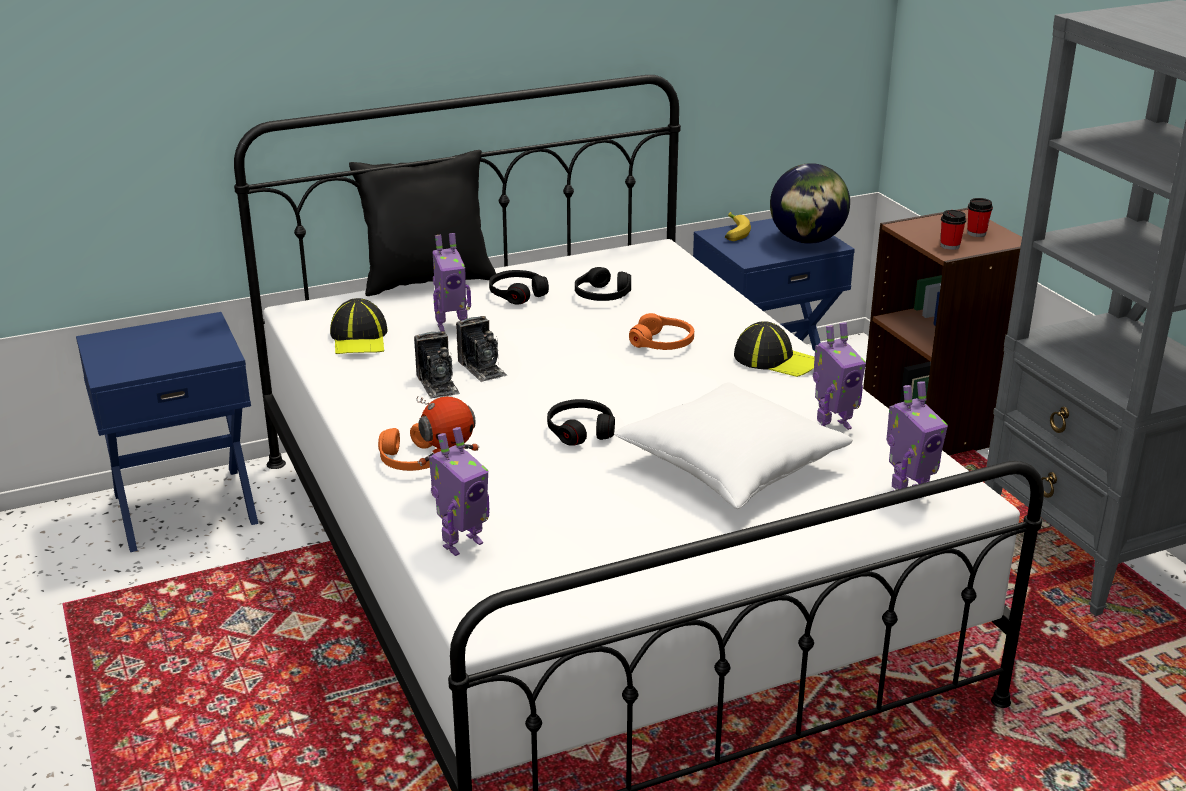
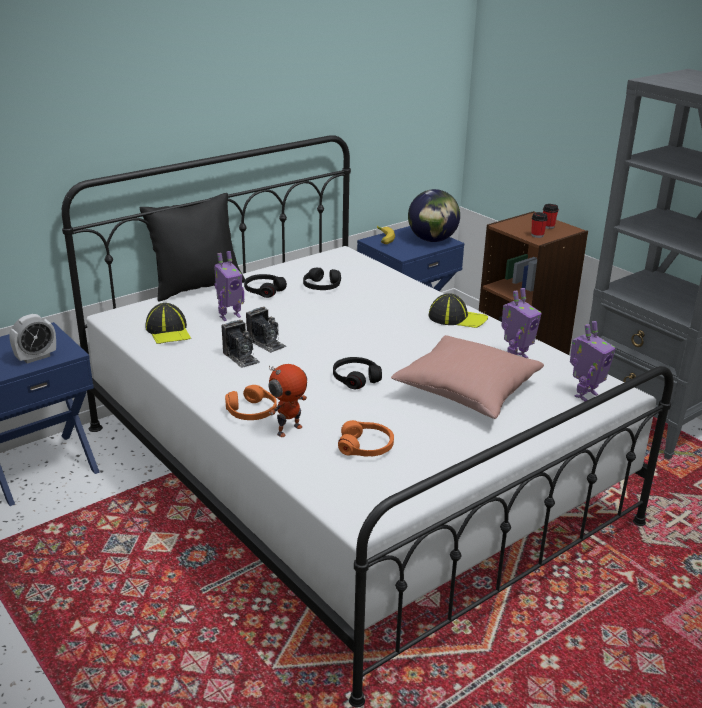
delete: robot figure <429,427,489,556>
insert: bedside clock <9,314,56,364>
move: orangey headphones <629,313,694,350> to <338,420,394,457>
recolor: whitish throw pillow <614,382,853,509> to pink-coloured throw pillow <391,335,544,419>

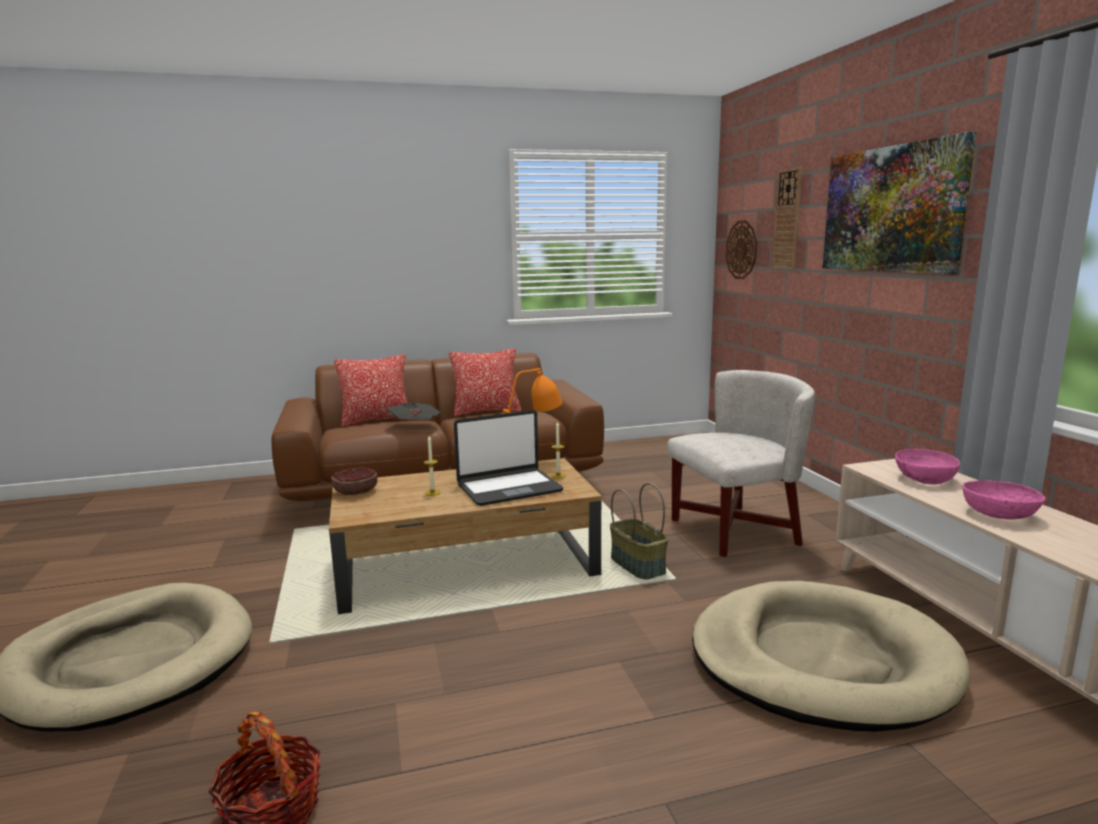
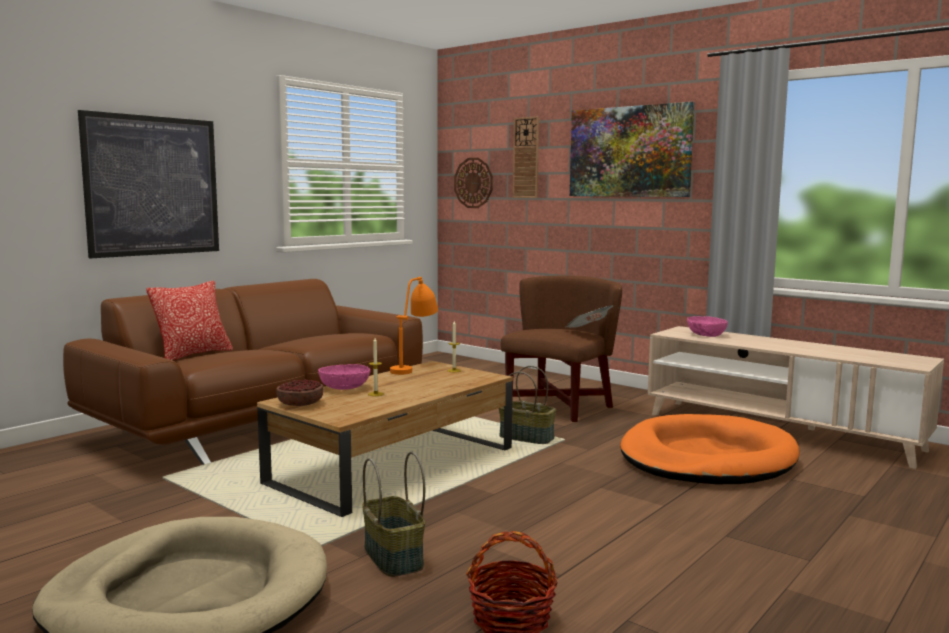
delete: throw pillow <449,348,521,416>; laptop <454,410,563,506>
insert: wall art <78,110,219,258>; household basket <362,452,425,577>
move: pink-coloured serving bowl <963,480,1045,520> to <318,364,370,390>; newspaper <386,402,440,420> to <565,305,614,328>
recolor: whitish armchair <667,370,815,557> to brown armchair <501,275,622,422>; beige dog bed <692,581,970,732> to orangey dog bed <620,414,799,484>

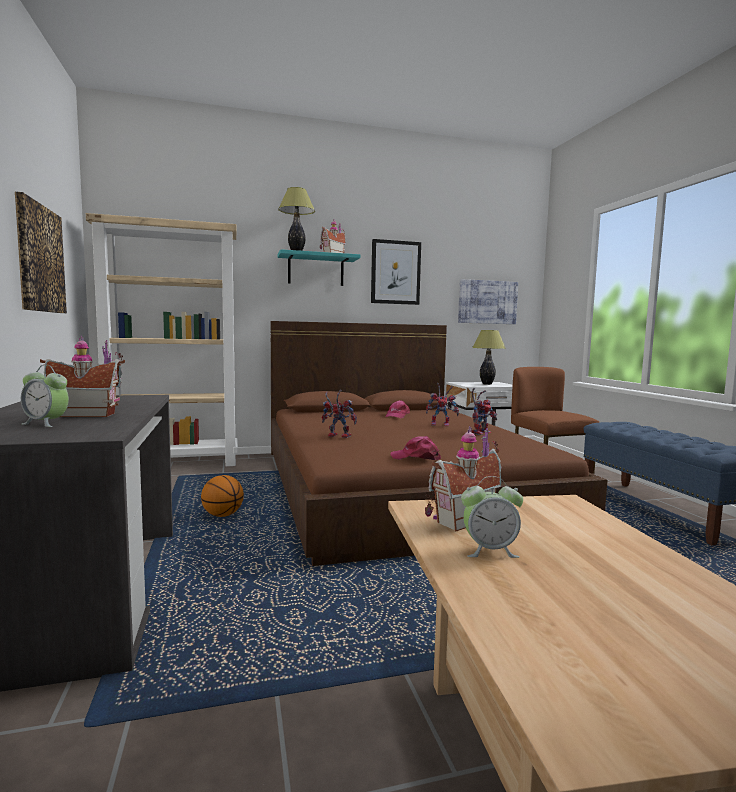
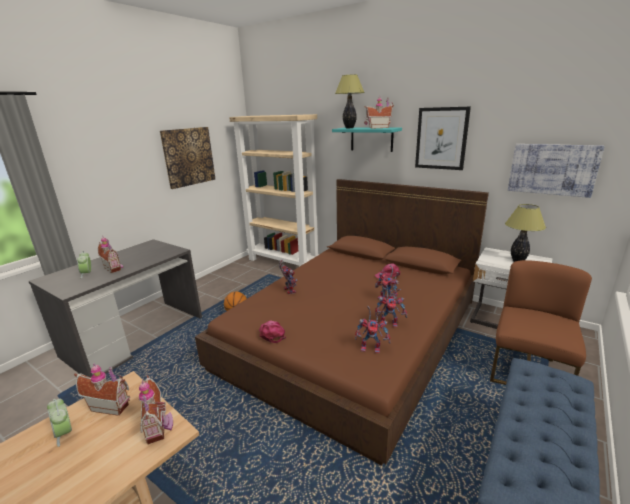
insert: miniature house <139,375,173,445>; robot figure <355,306,390,353>

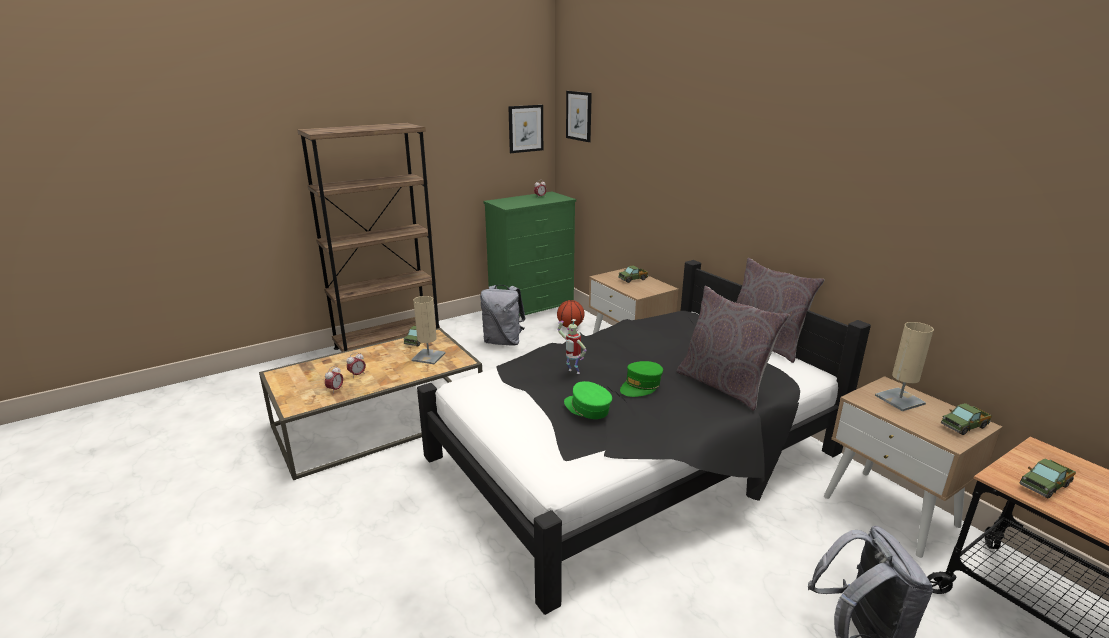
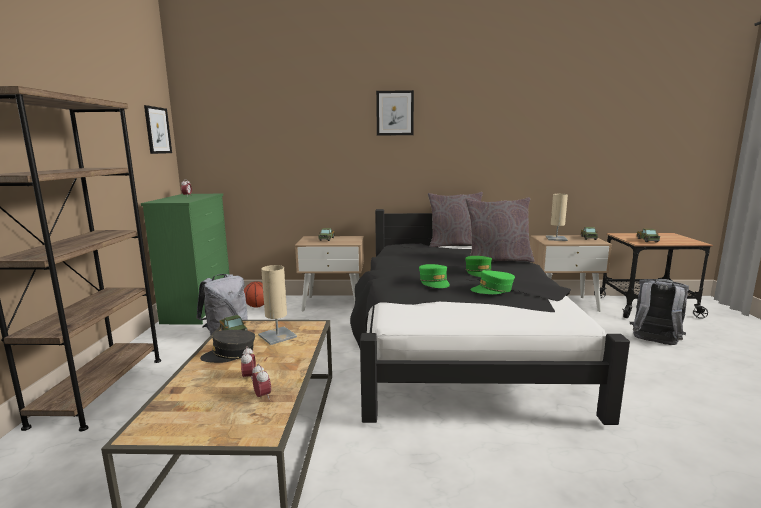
insert: grey peaked cap <200,330,255,363>
move: wall art <566,91,592,142> to <376,90,414,136>
replace: robot figure <557,319,587,374> to green peaked cap <419,264,450,288>

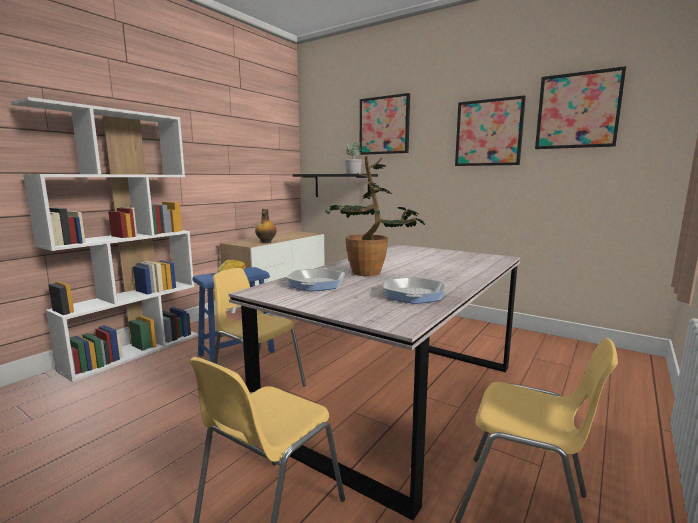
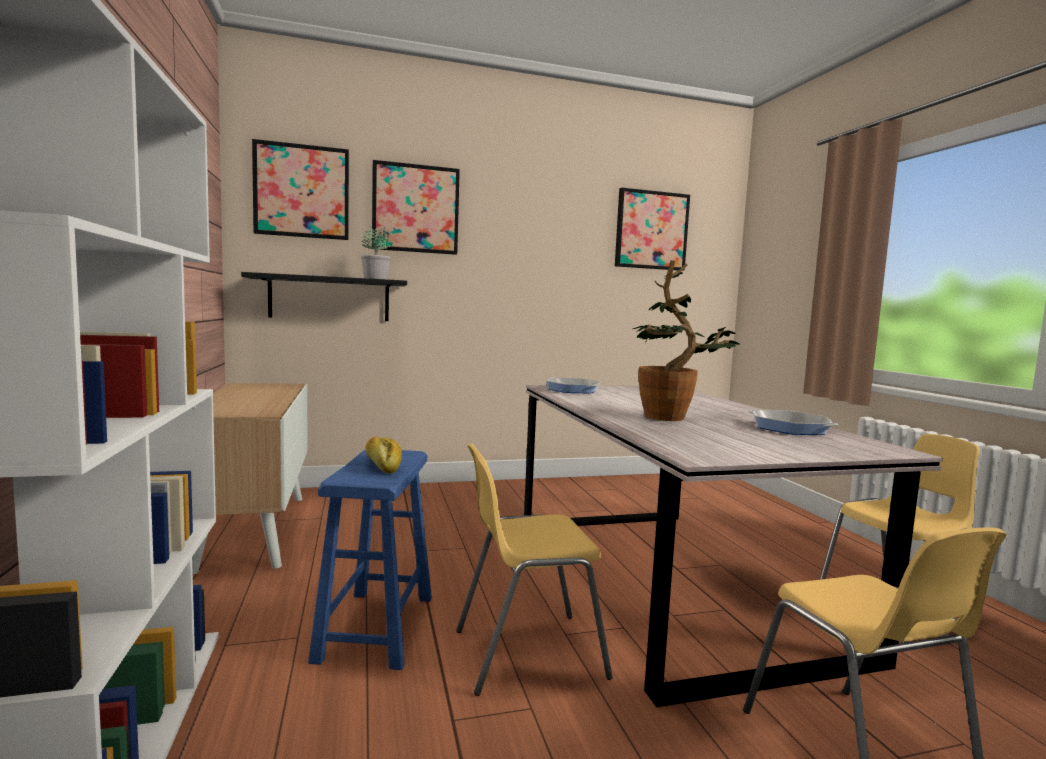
delete: beverage bottle <255,209,276,243>
move: wall art <455,95,526,166> to <252,139,349,240>; pan <286,268,345,291> to <546,378,601,393>

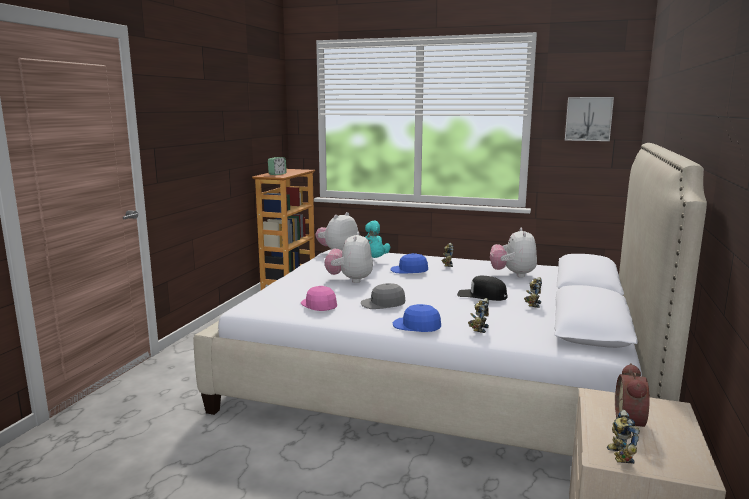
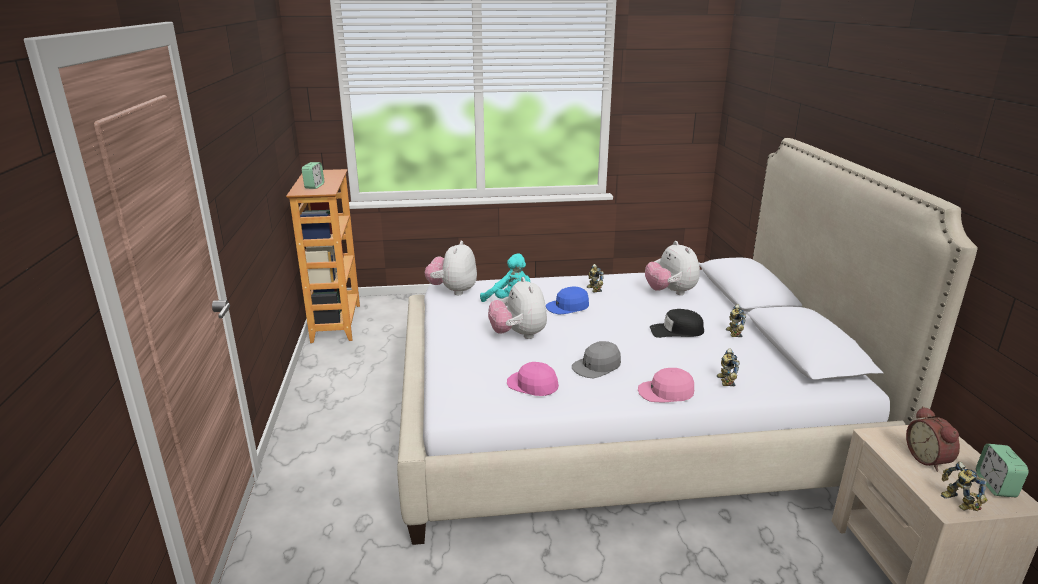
delete: wall art <565,97,614,141>
insert: bedside clock <976,444,1029,497>
recolor: blue peaked cap <392,304,441,332> to pink-coloured peaked cap <638,368,694,402>

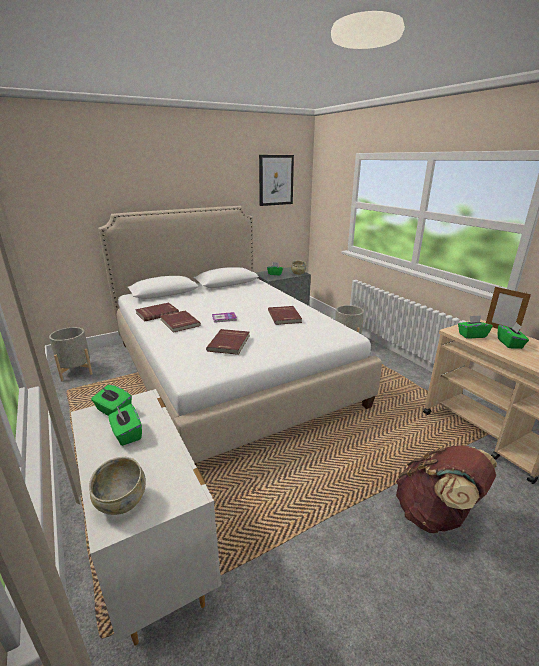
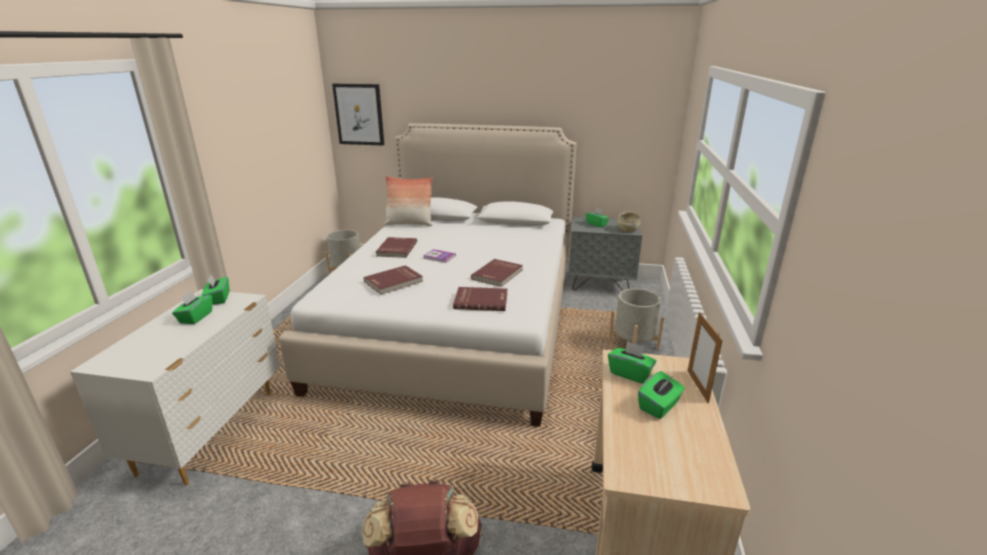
delete: beige serving bowl <89,457,146,515>
insert: throw pillow <384,176,433,226>
move: wall art <259,155,294,206> to <332,84,384,146>; red book <135,302,179,322> to <453,287,507,311>

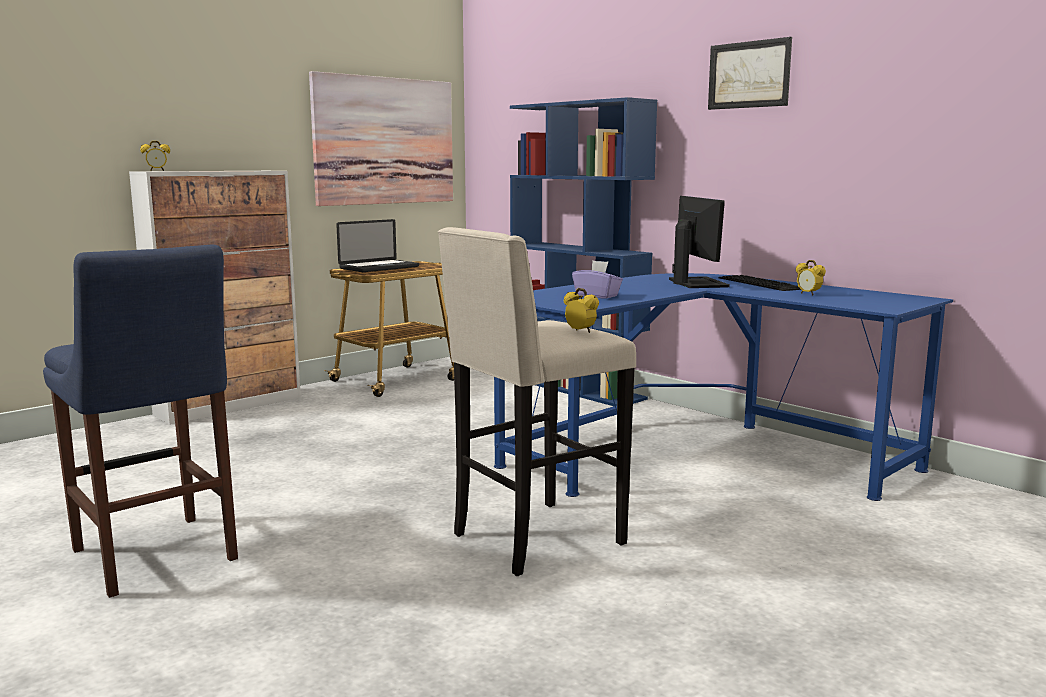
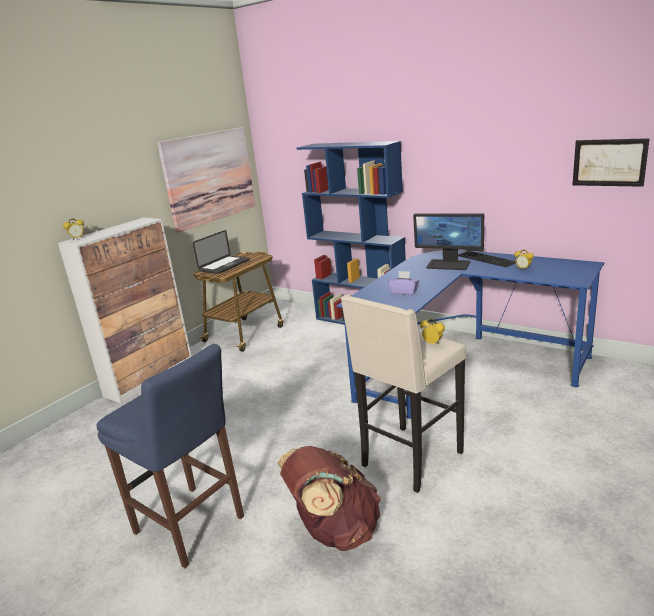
insert: brown knapsack <278,446,381,551>
move: wall art <708,37,792,110> to <572,138,650,187>
rotate: computer display <669,196,730,288> = <413,214,484,270> 135 degrees clockwise

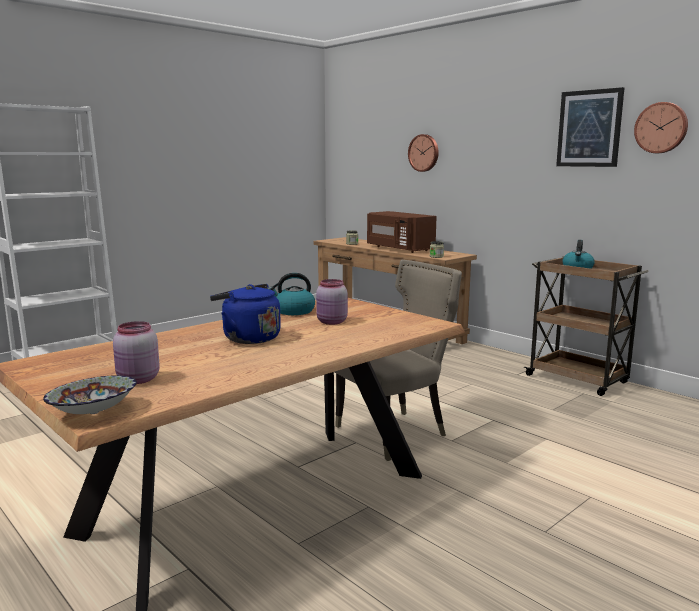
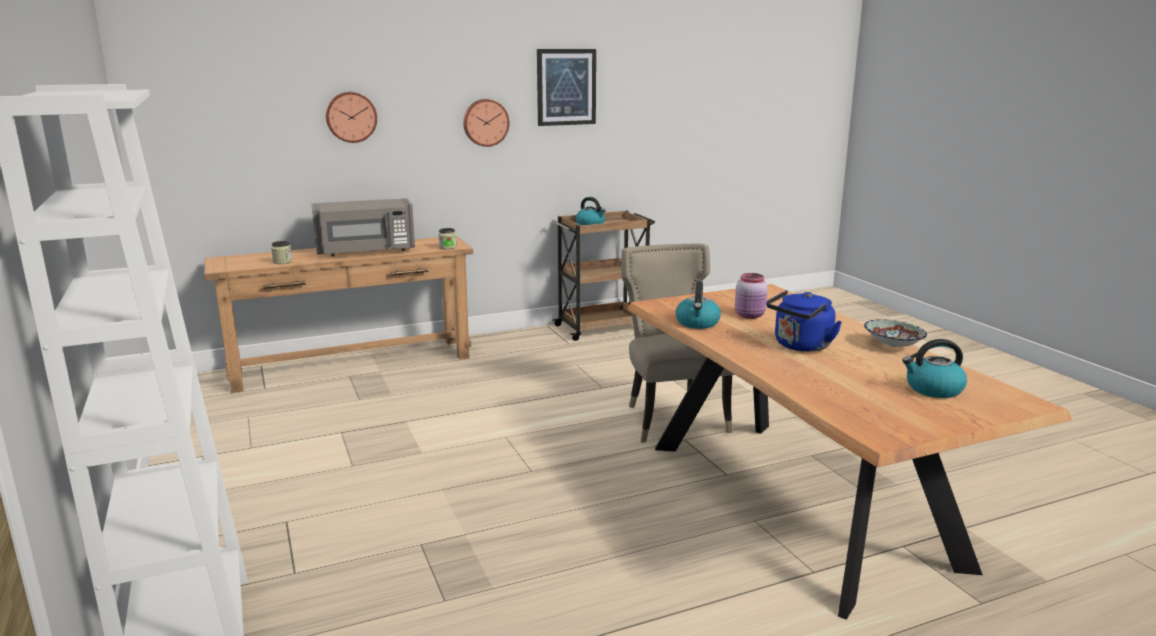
move: wall clock <634,102,688,153> to <463,99,509,147>; serving bowl <43,376,137,414> to <864,319,927,347>
replace: pink-coloured storage jar <113,321,160,384> to kettle <902,339,967,398>
recolor: brown kitchen microwave <367,211,437,253> to grey kitchen microwave <312,198,415,256>

